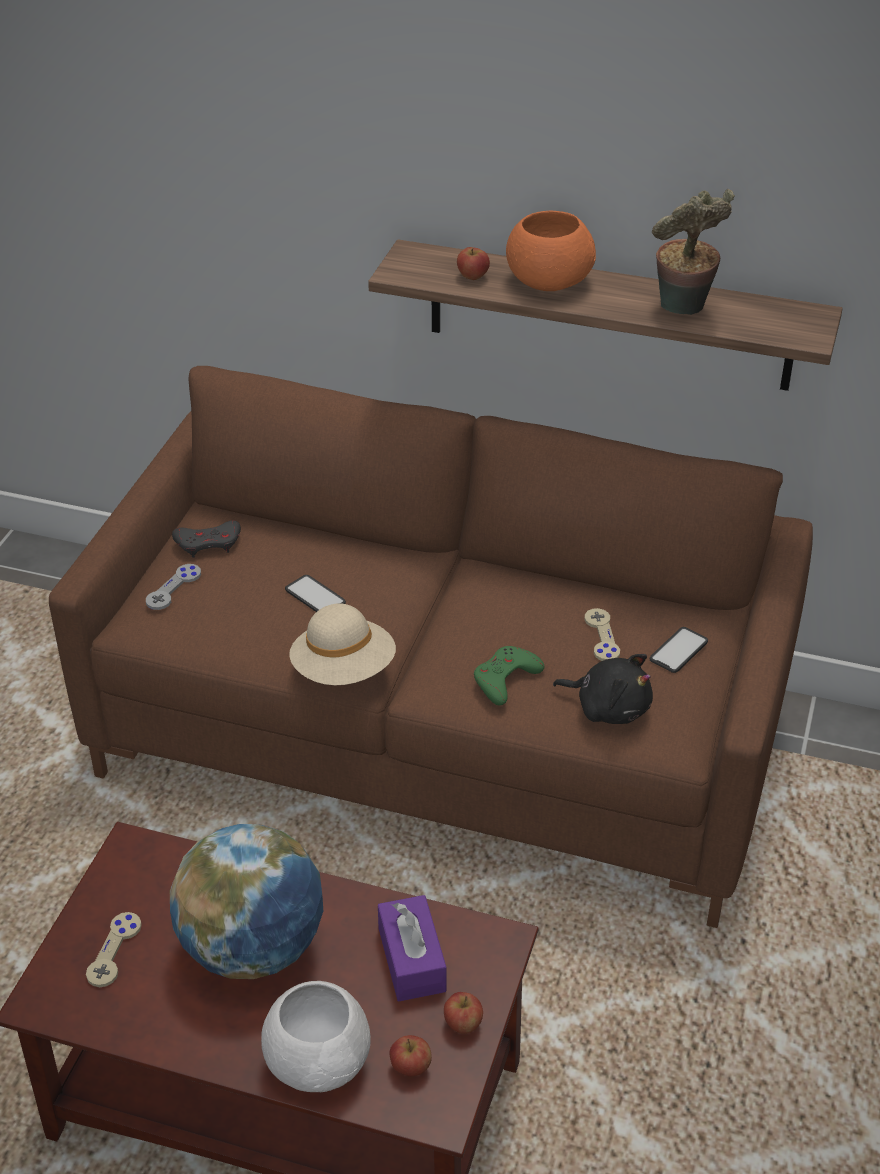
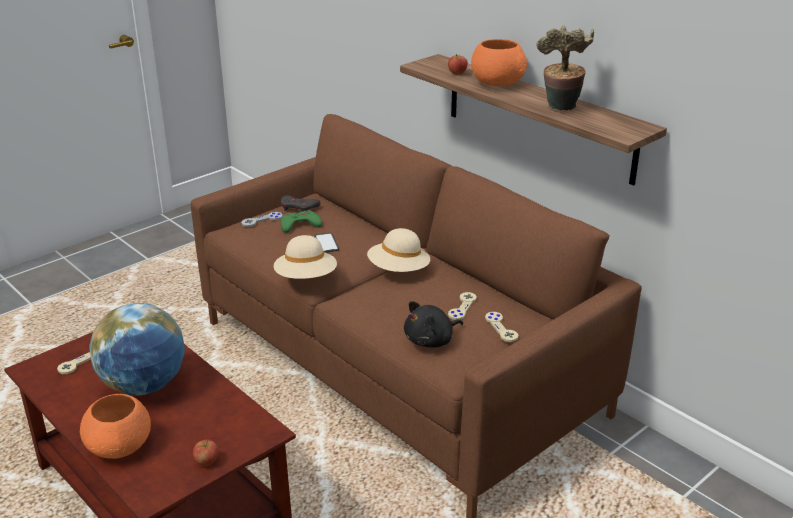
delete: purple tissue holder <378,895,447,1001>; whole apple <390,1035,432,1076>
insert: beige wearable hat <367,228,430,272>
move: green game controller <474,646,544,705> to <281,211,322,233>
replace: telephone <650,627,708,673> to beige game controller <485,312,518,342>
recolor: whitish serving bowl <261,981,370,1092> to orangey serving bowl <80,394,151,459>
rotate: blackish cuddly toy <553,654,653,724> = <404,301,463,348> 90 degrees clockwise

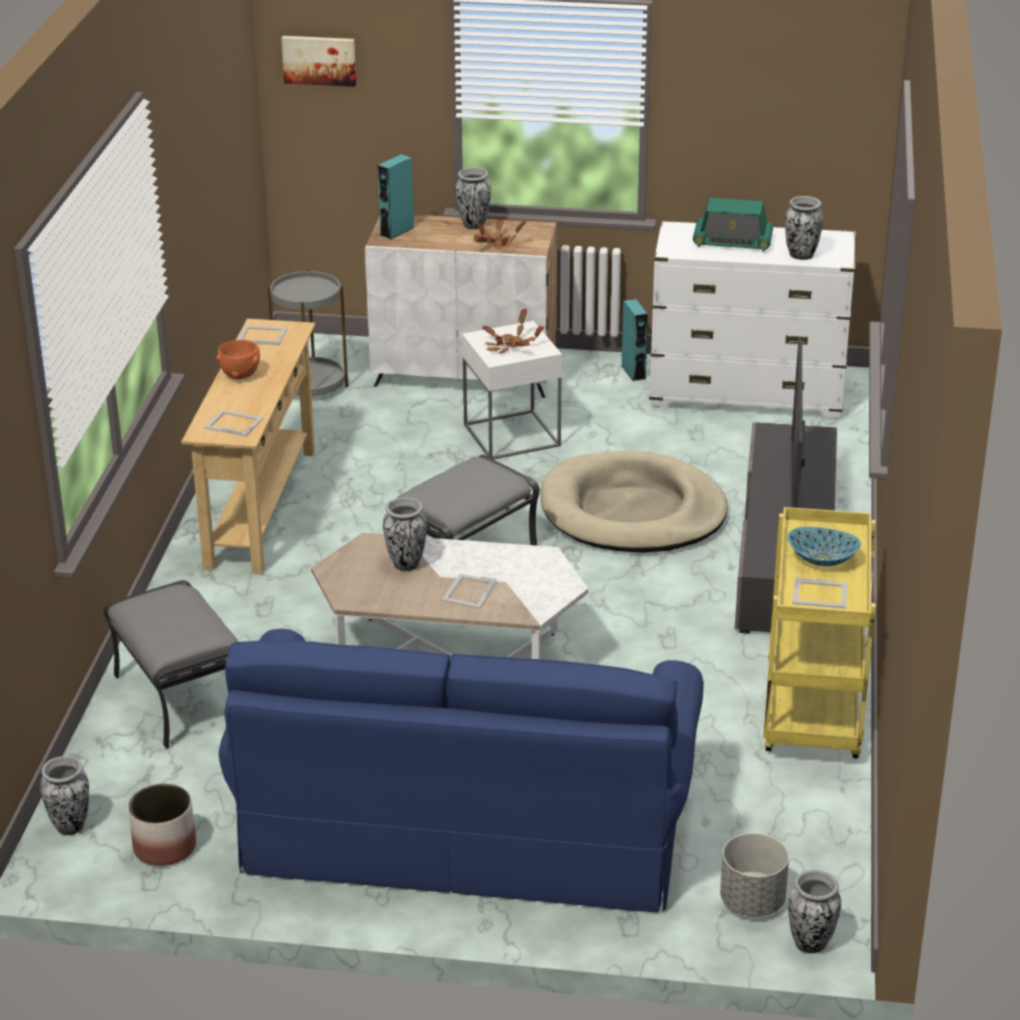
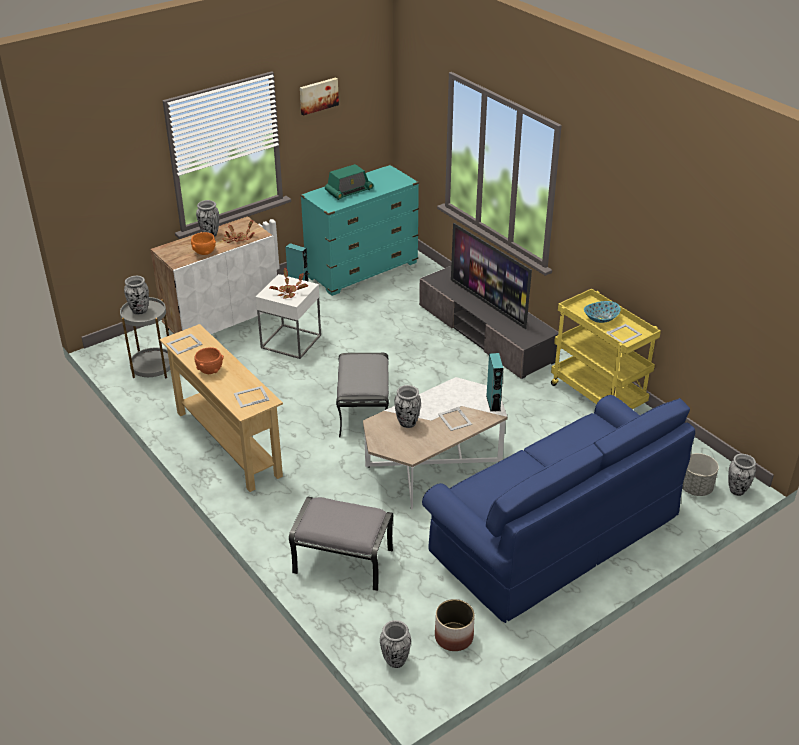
delete: beige dog bed <540,451,728,553>
insert: orangey serving bowl <191,232,216,255>
move: decorative vase <785,196,823,260> to <124,276,149,315>; wall art <281,36,356,87> to <300,78,339,116>; blue-green speaker <378,154,415,240> to <486,353,503,412>
recolor: whitish dresser <649,221,856,419> to blue-green dresser <300,165,419,296>

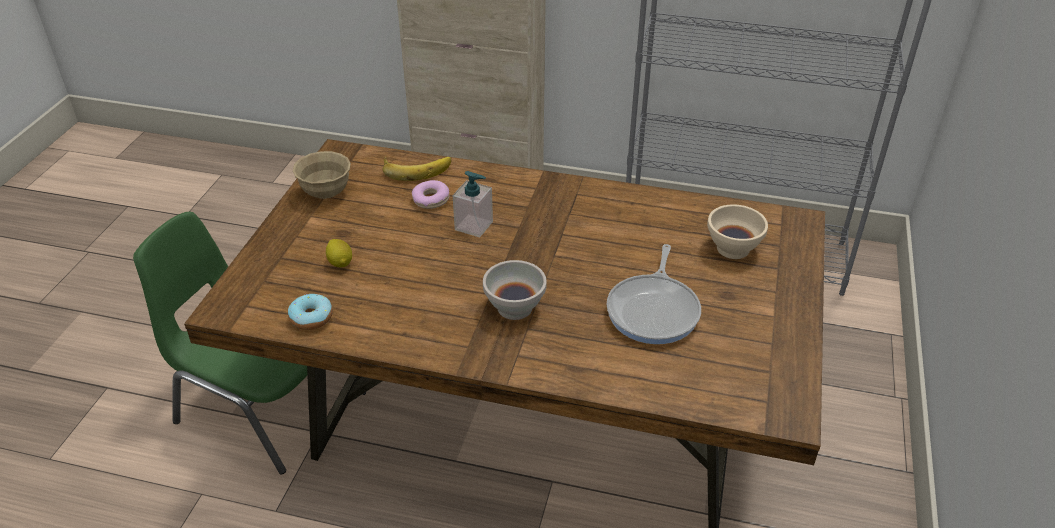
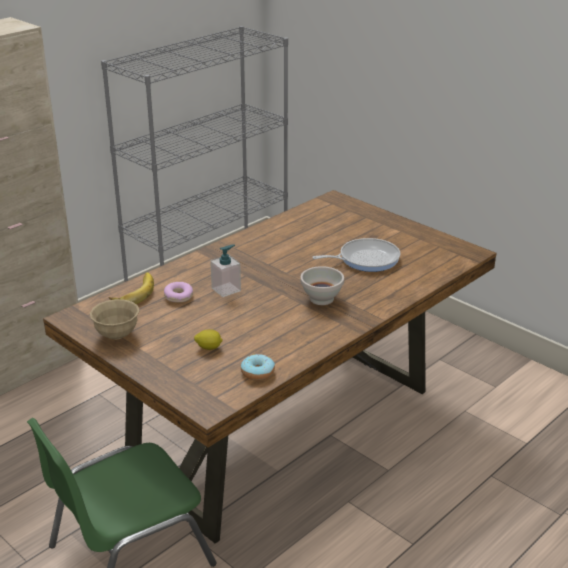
delete: beige serving bowl <707,205,768,259>
rotate: pan <606,244,701,344> = <312,238,401,272> 60 degrees counterclockwise

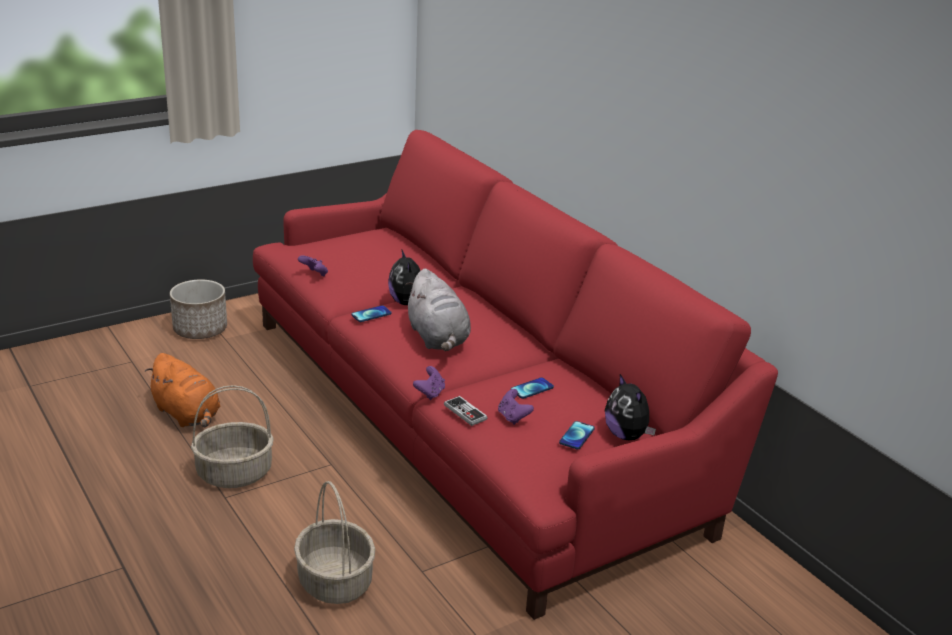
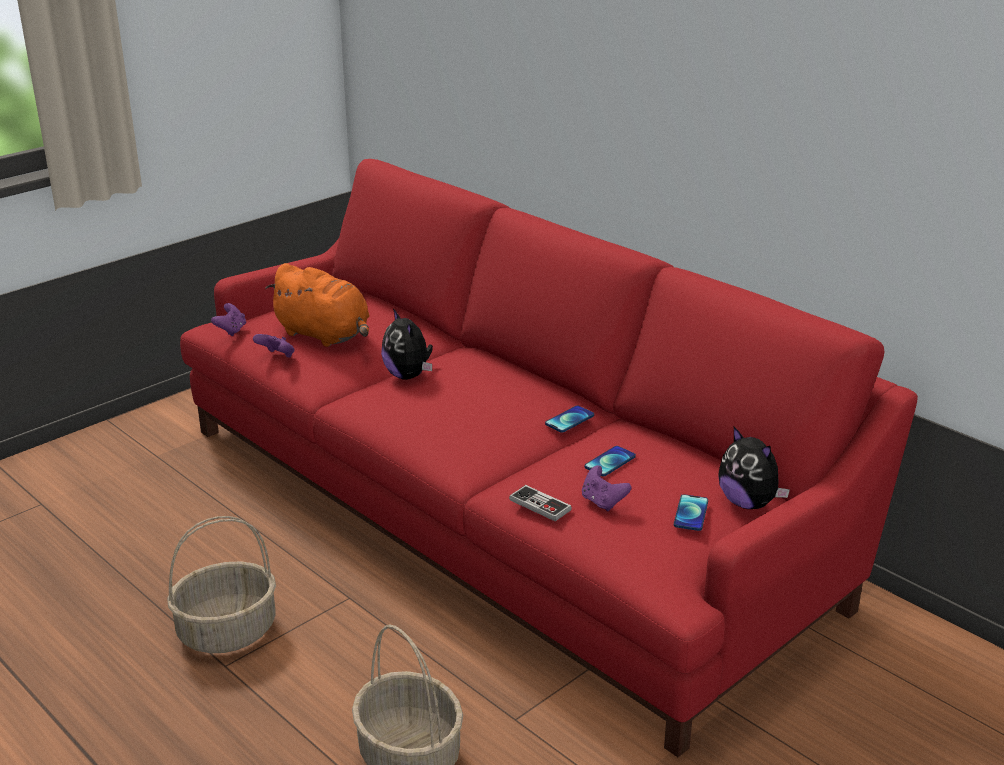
delete: planter <170,280,227,339>; grey cuddly toy <405,268,471,351>
move: purple game controller <413,366,445,400> to <211,303,246,336>; orangey cuddly toy <145,353,220,427> to <265,263,370,347>; telephone <351,305,391,322> to <545,406,594,433>

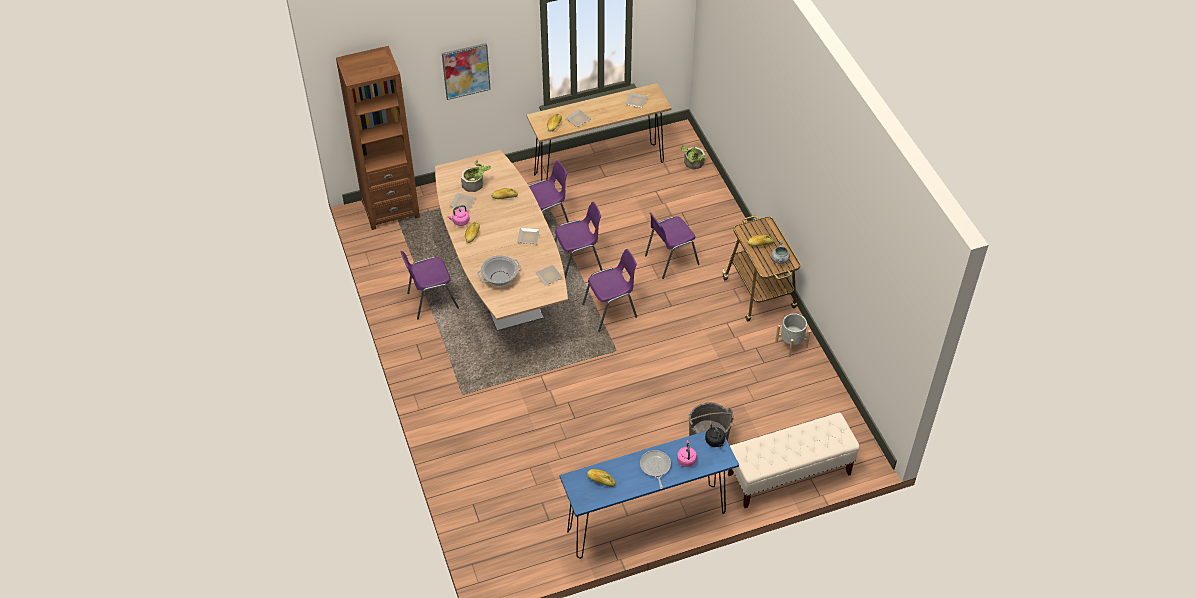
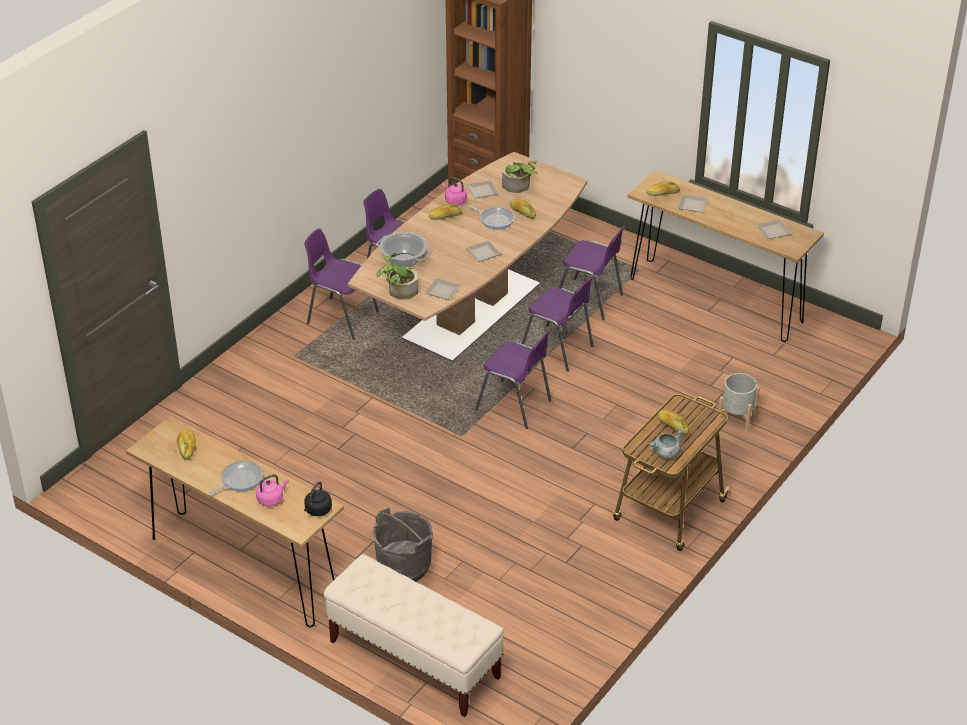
delete: wall art <442,43,491,100>
insert: pan <467,205,515,230>
move: purple chair <645,212,700,279> to <304,228,379,340>; plant in a pot <681,144,706,169> to <376,253,418,299>; grey planter <775,313,811,357> to <718,373,760,432>
recolor: blue console table <560,427,739,559> to brown console table <126,416,344,627>

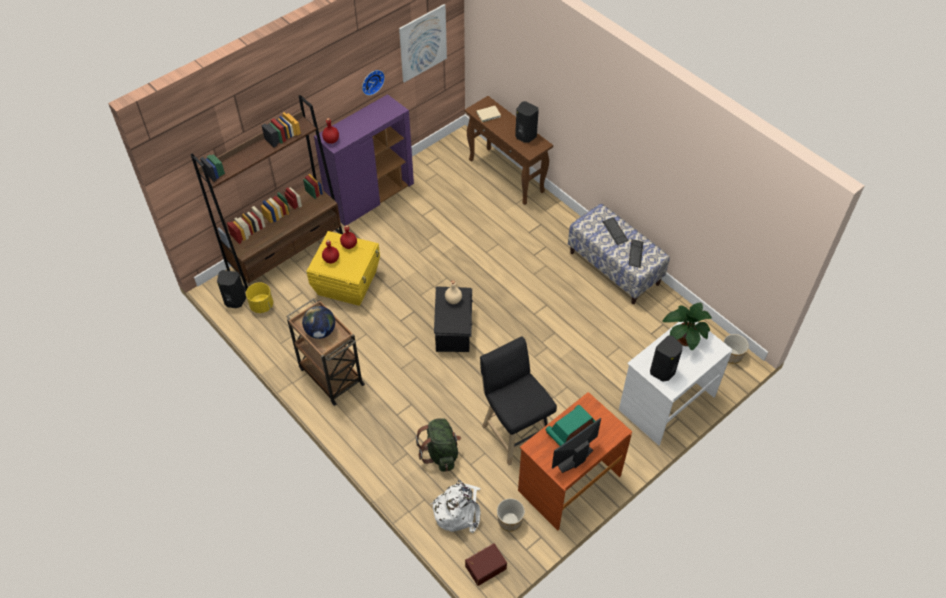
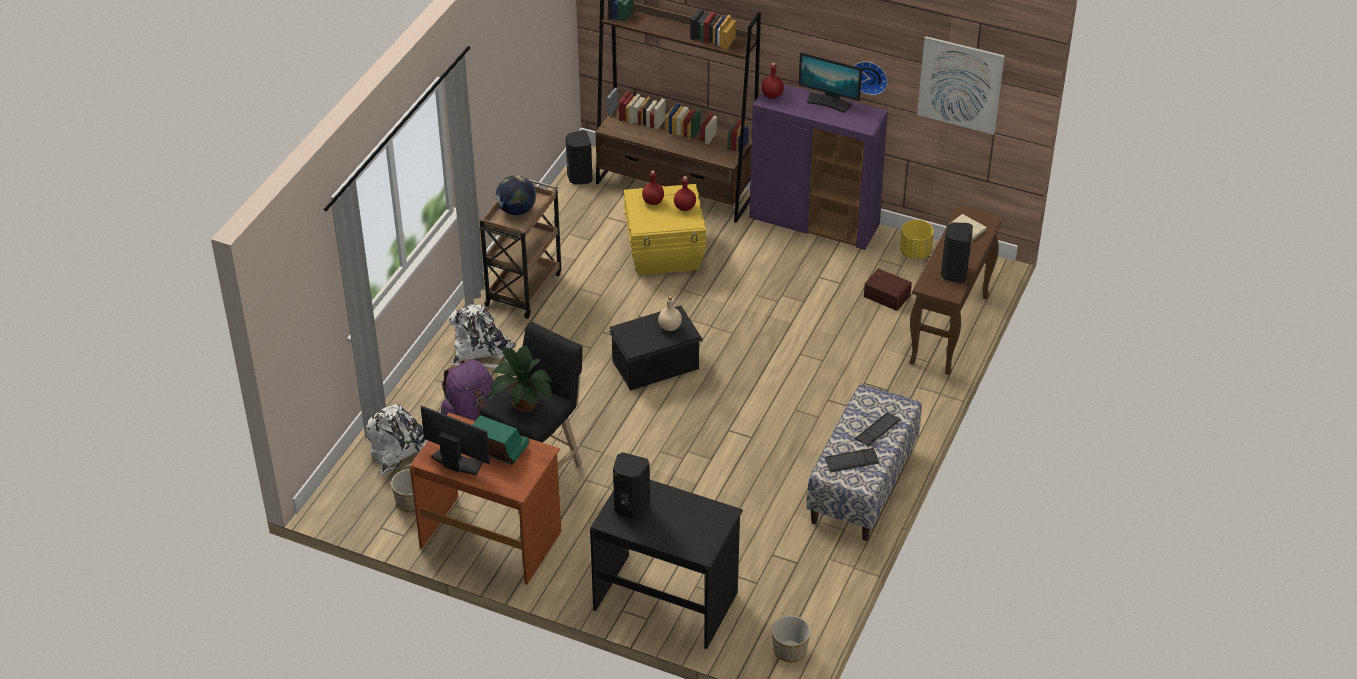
insert: whitish knapsack <448,304,516,368>; computer display <798,52,862,113>
move: plant in a pot <662,302,712,350> to <490,346,552,412>; brown storage box <465,543,507,586> to <864,268,912,311>; yellowish planter <246,283,273,313> to <900,220,934,260>
recolor: green knapsack <416,418,461,472> to purple knapsack <441,359,496,421>; whitish desk <619,321,733,446> to blackish desk <590,480,743,649>

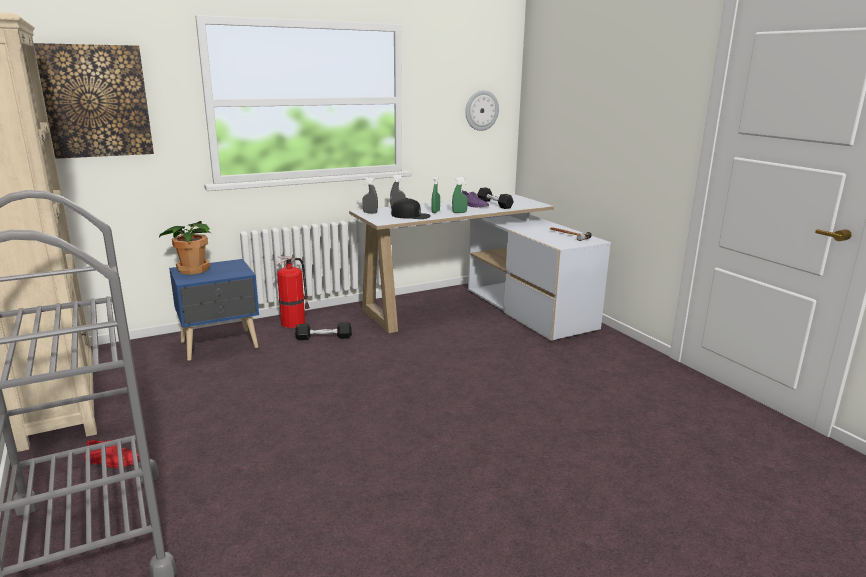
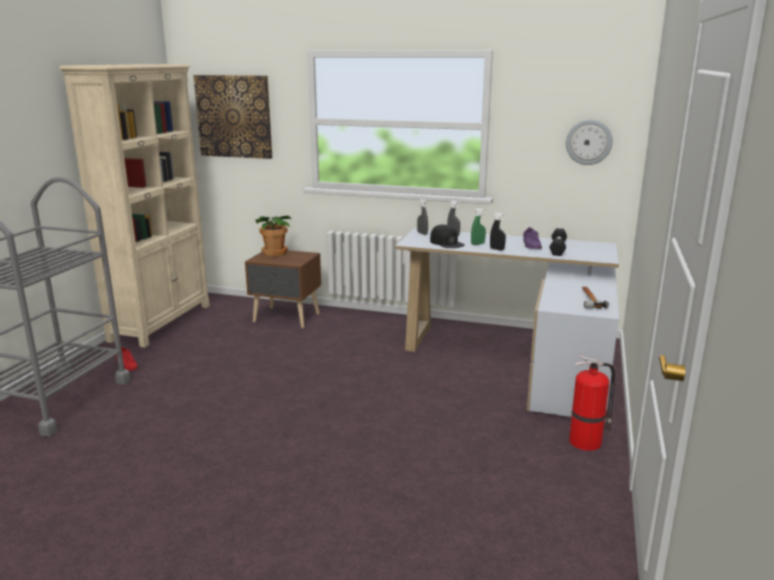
delete: blackish dumbbell <295,322,352,340>
move: fire-fighting cylinder <275,256,310,328> to <569,354,615,451>
recolor: blue nightstand <169,259,259,361> to brown nightstand <245,250,321,328>; green hand sprayer <452,177,468,213> to blackish hand sprayer <490,212,506,250>

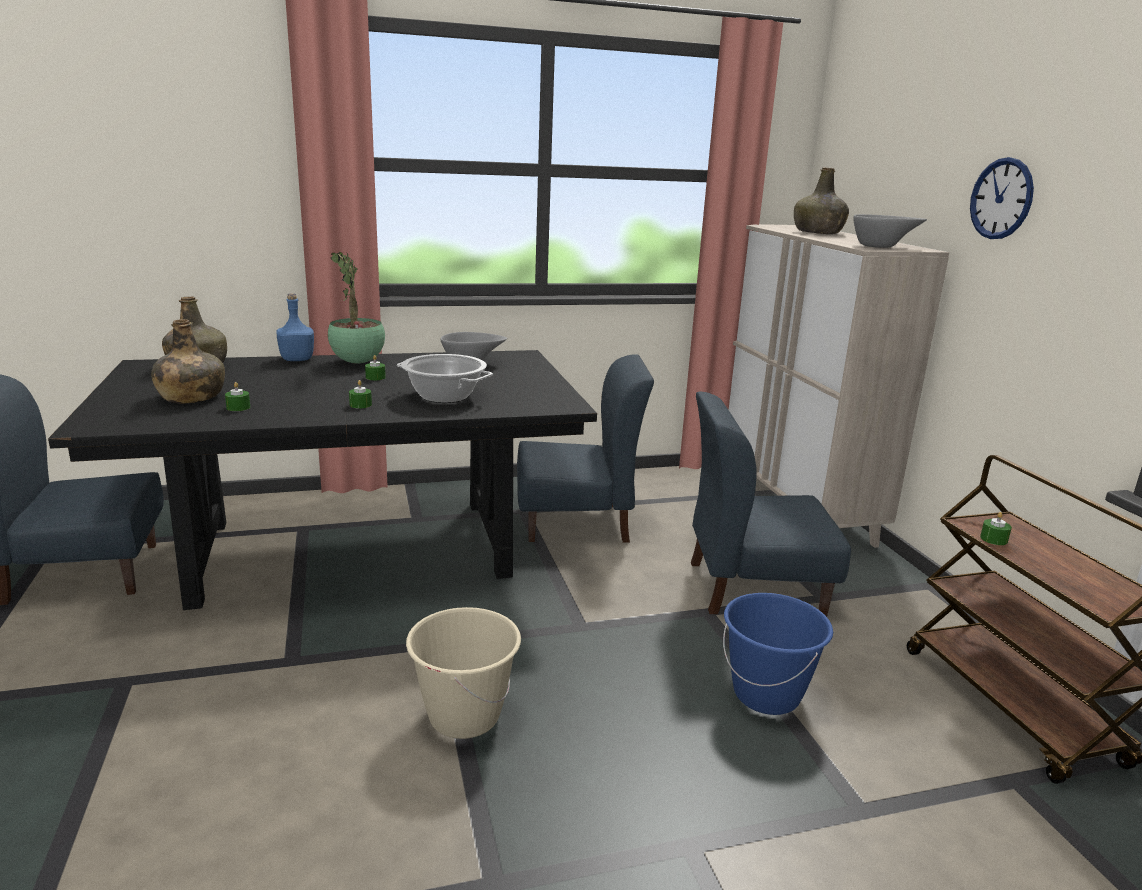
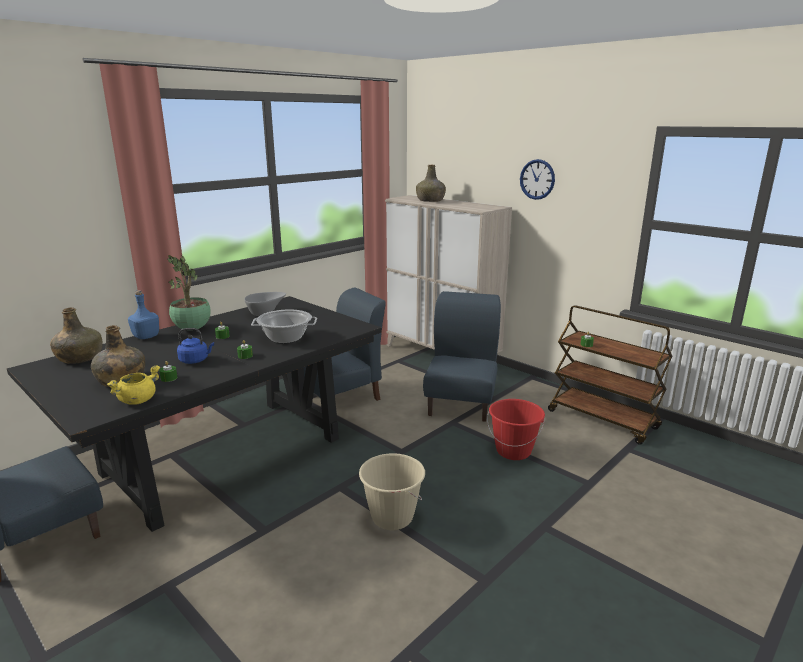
delete: grey serving bowl <853,214,927,248>
insert: yellowish saucepot <107,365,160,405>; blue kettle <177,328,214,364>
recolor: blue water bucket <723,593,833,715> to red water bucket <487,399,545,460>
rotate: blue chair <691,392,851,617> = <423,291,501,422> 135 degrees clockwise

